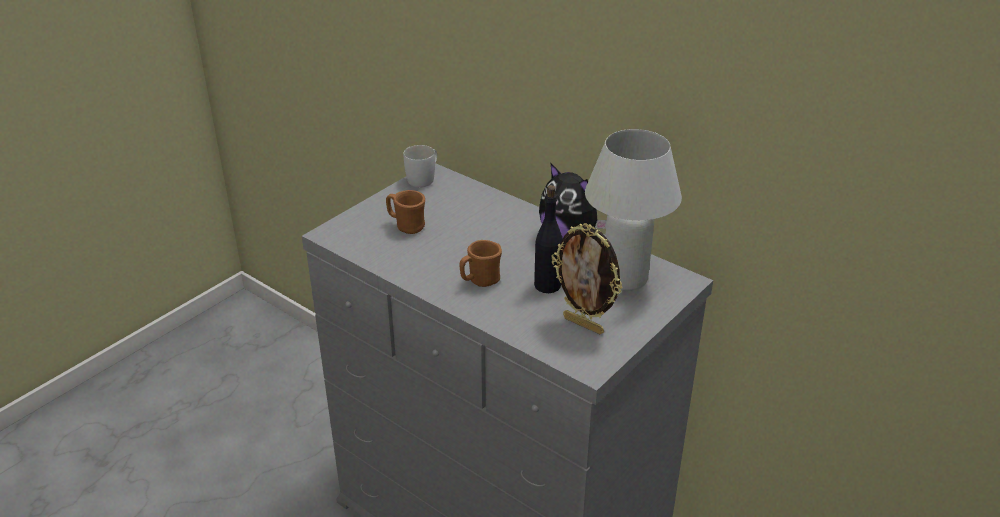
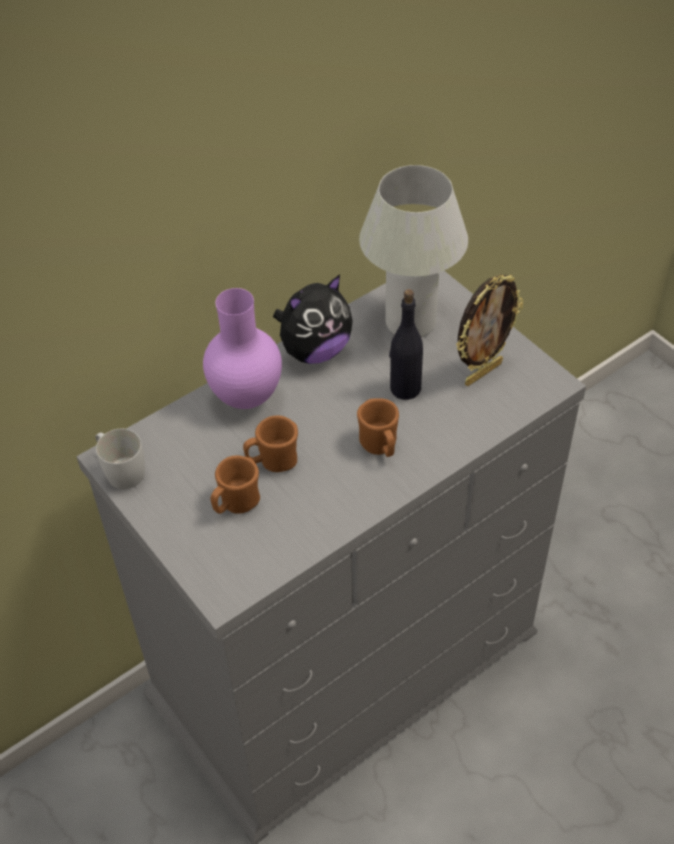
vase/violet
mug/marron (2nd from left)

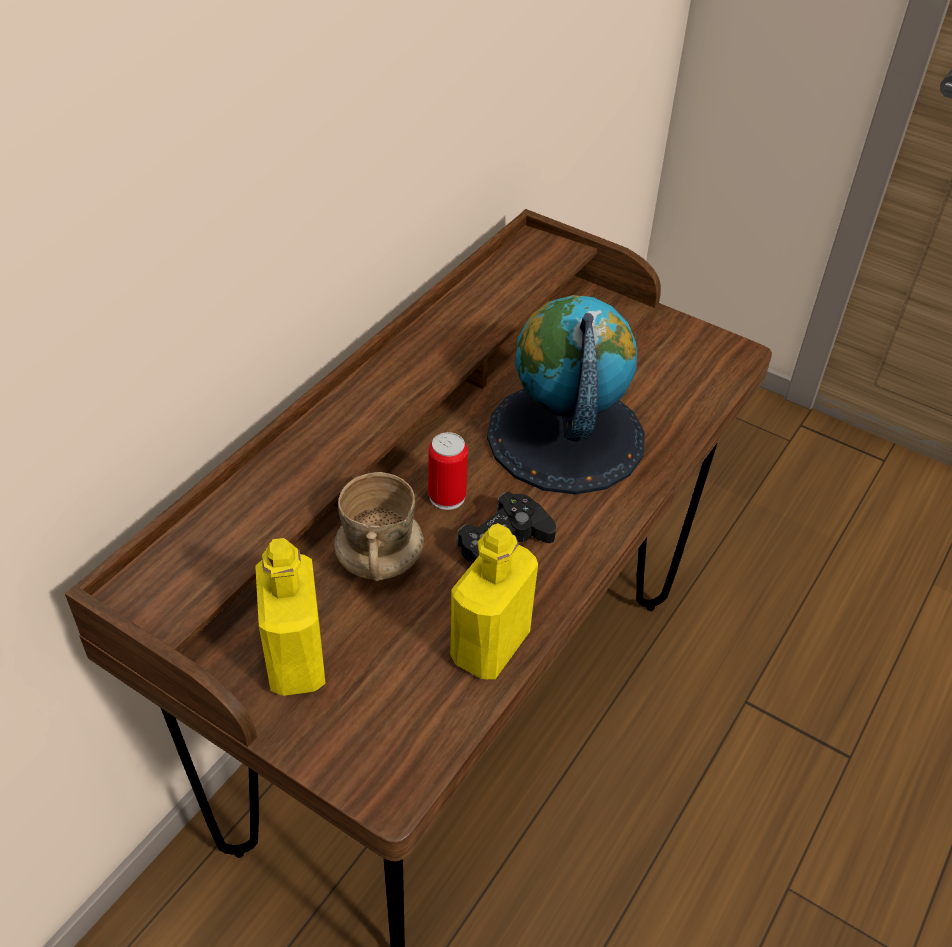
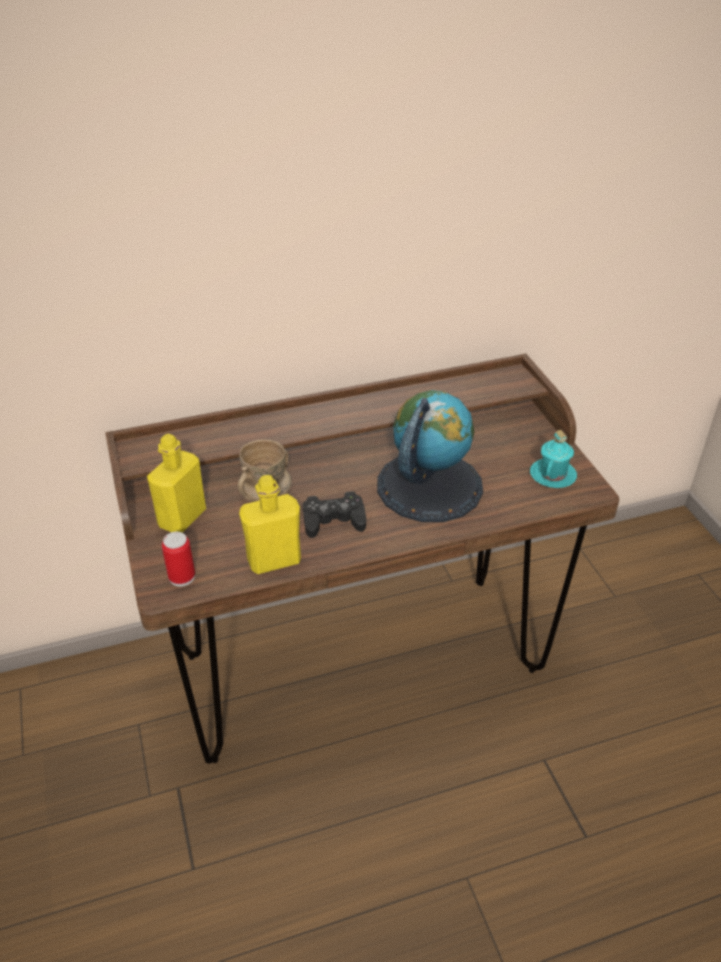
boîte métallique
mug/turquoise

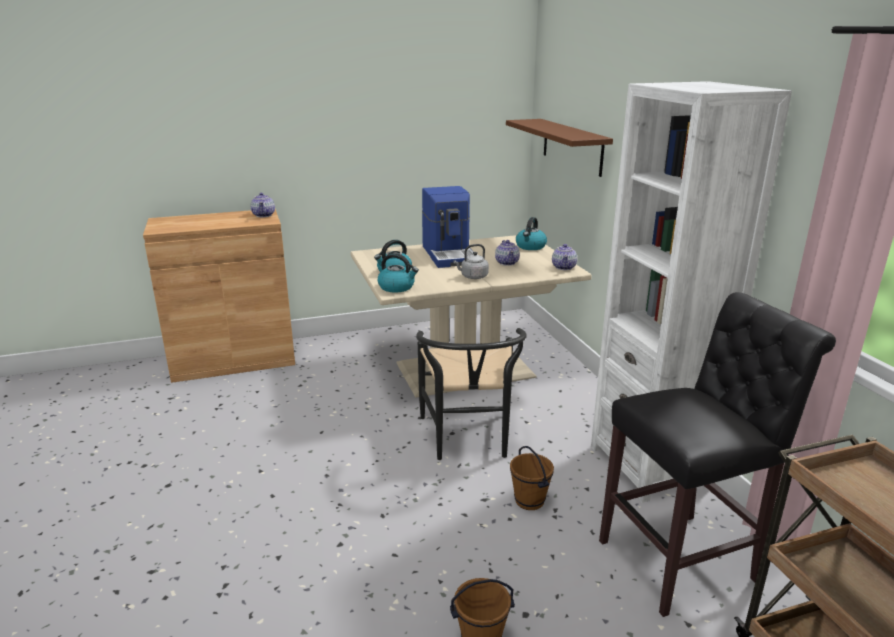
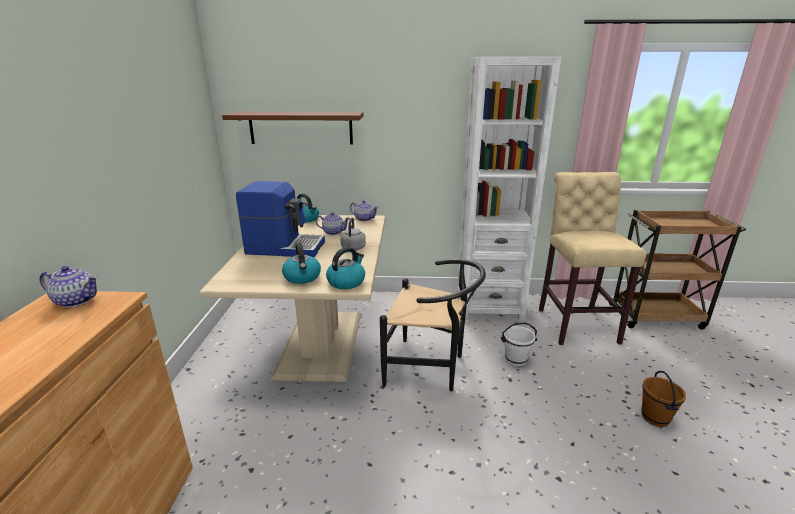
seau/blanc
tabouret/beige

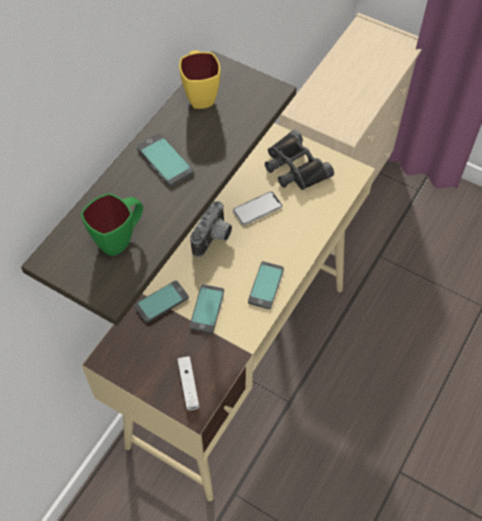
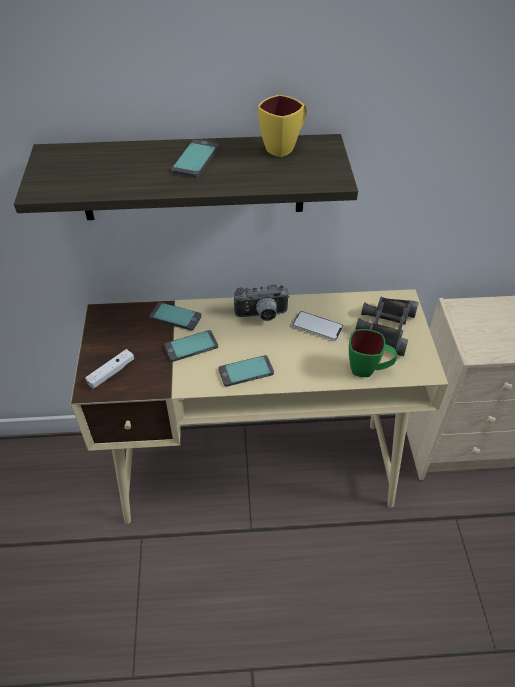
mug/vert

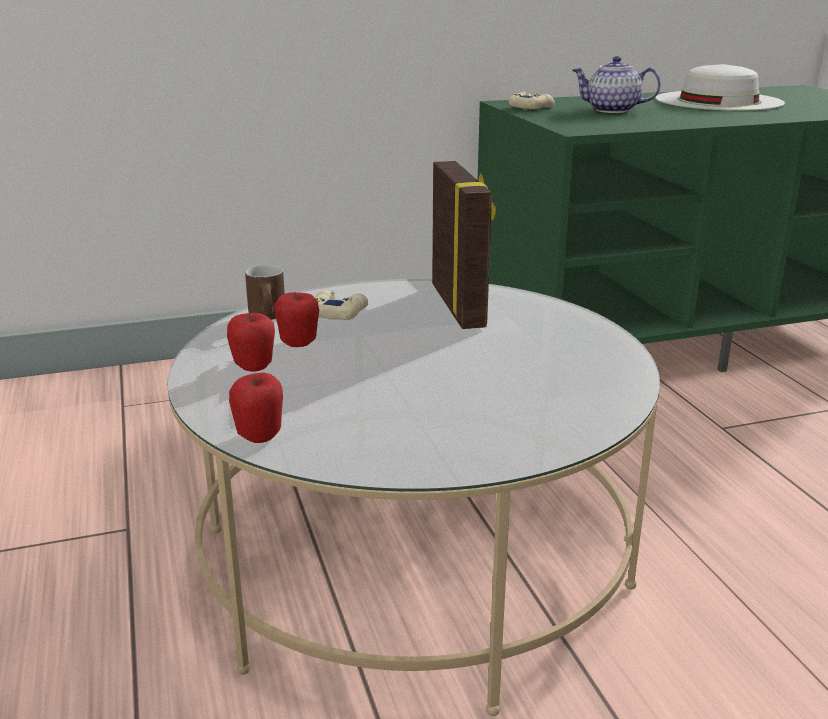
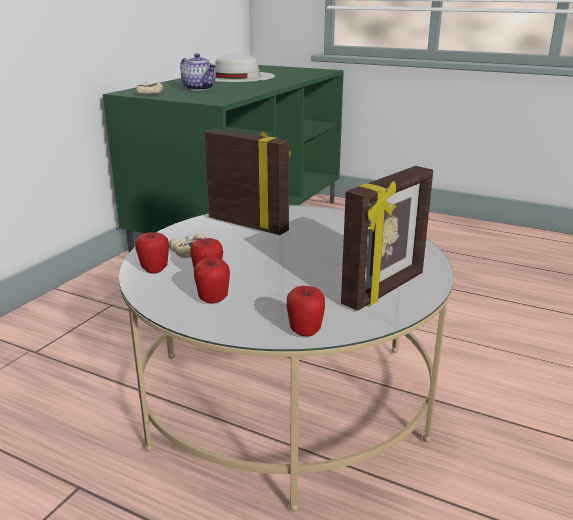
pomme (1st from left)
théière
cadre photo (2nd from left)

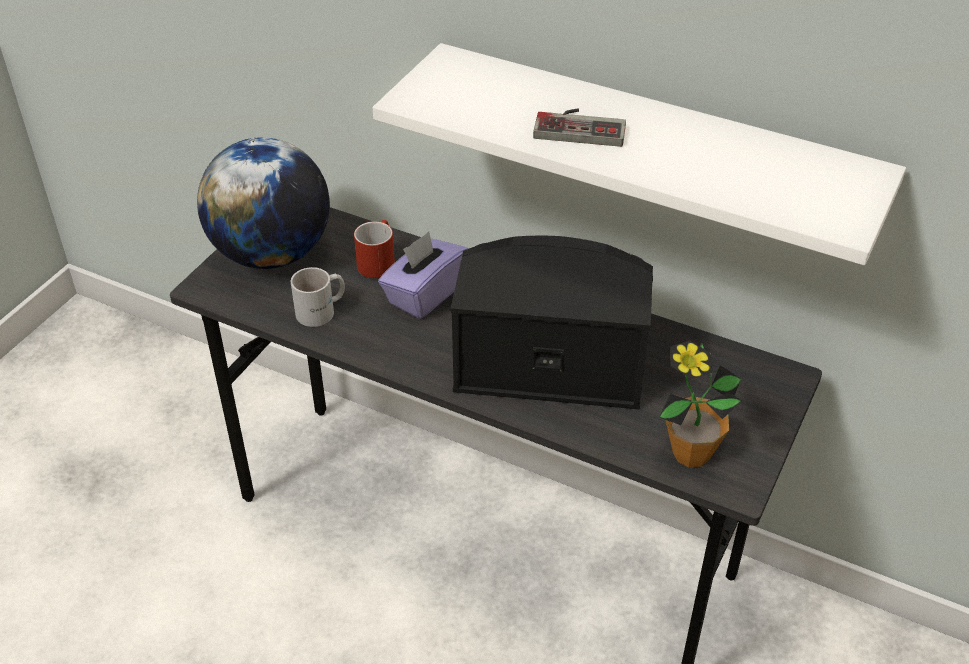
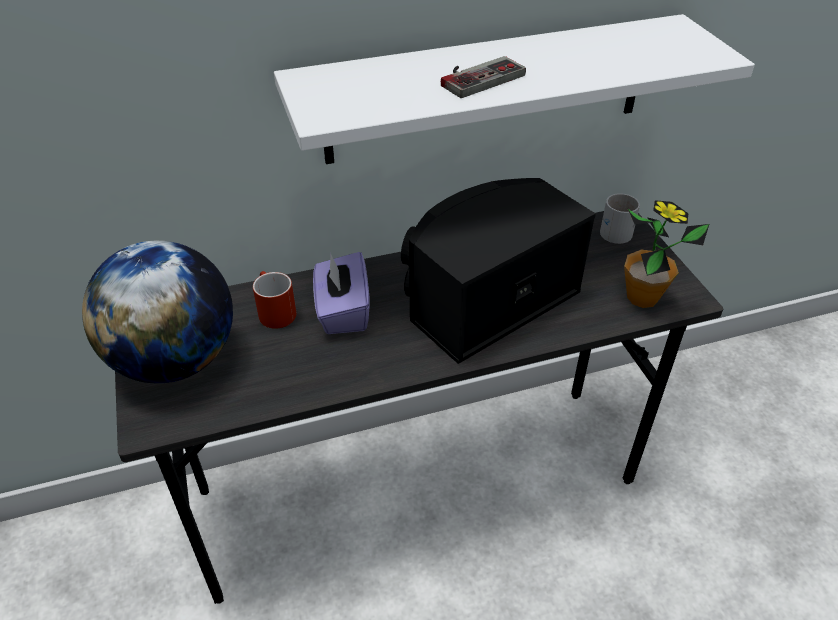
mug/blanc

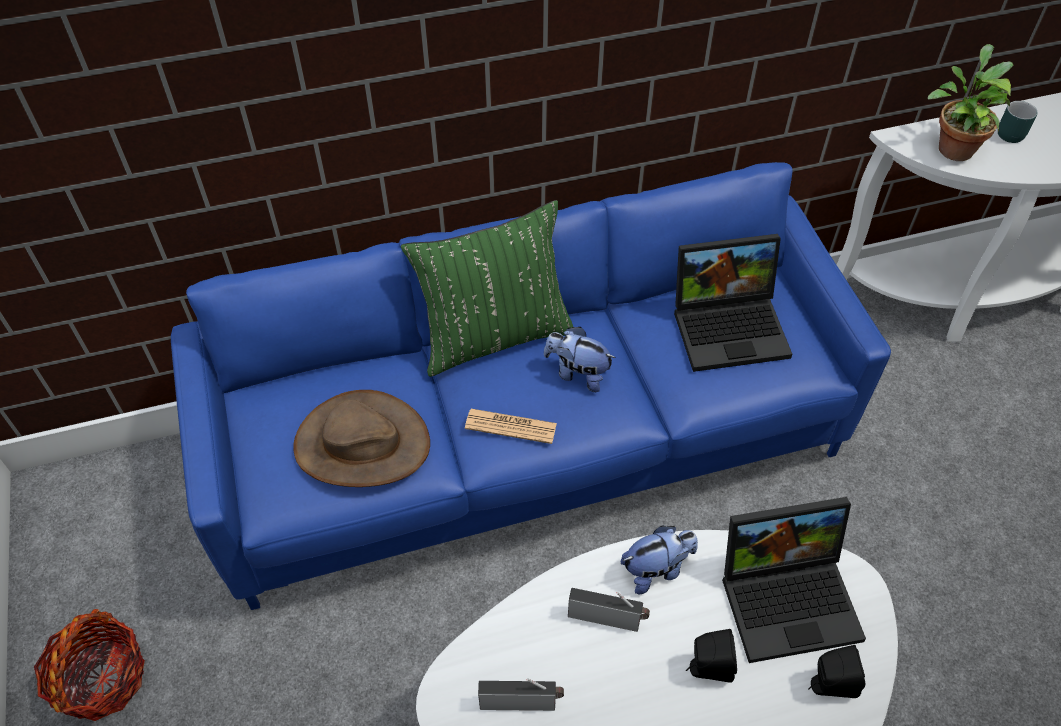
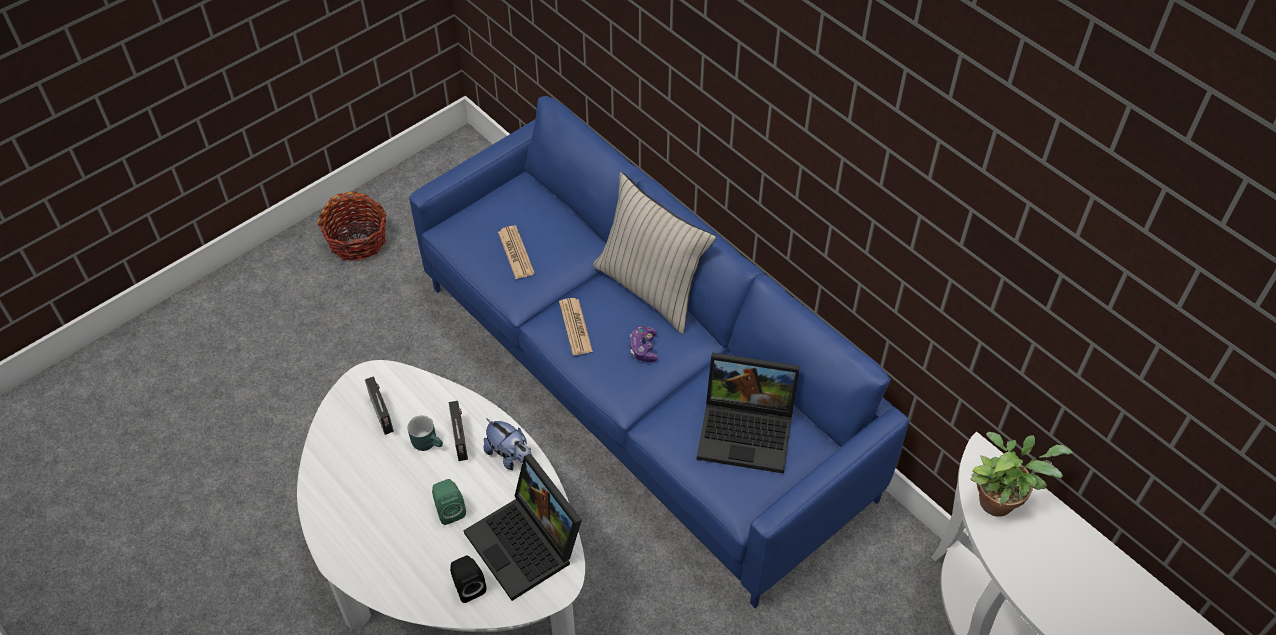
journal (1st from left)
coussin/beige
manette
ordinateur portable (2nd from left)
enceinte/vert
mug/turquoise

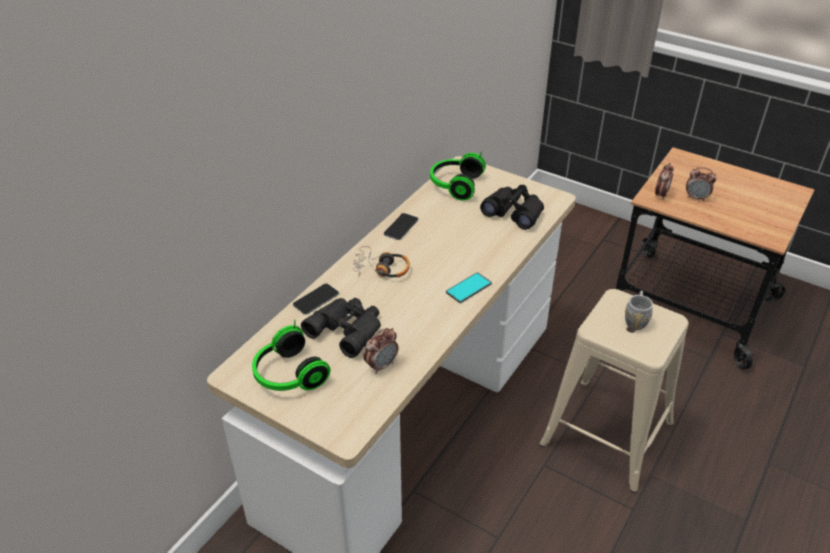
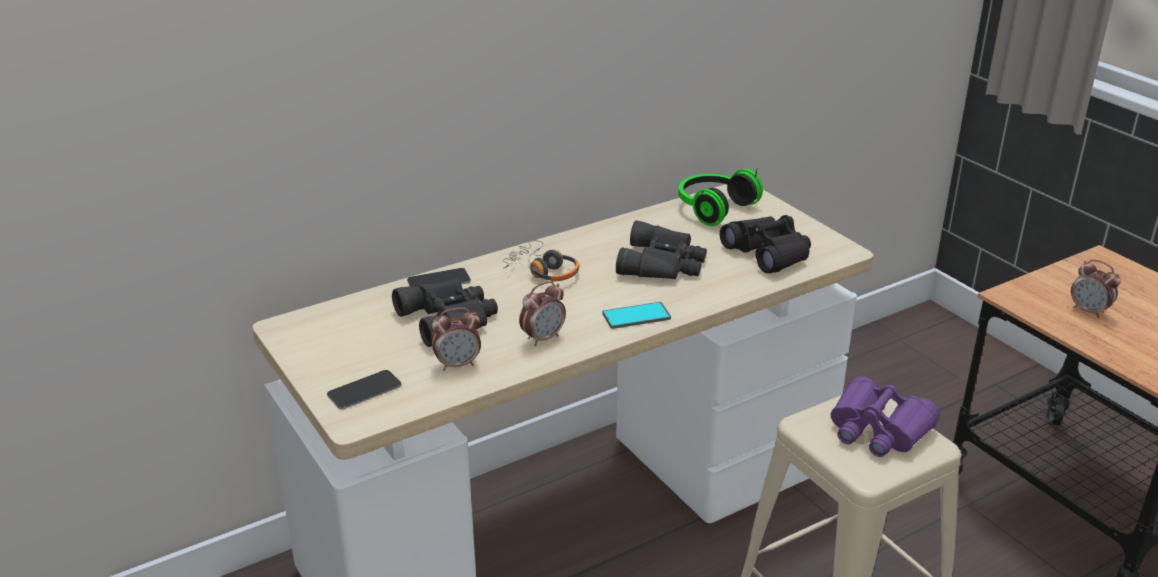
casque audio (1st from left in the first image)
téléphone (1st from left)
jumelles/violet
réveil (2nd from left)
jumelles/noir (2nd from left)

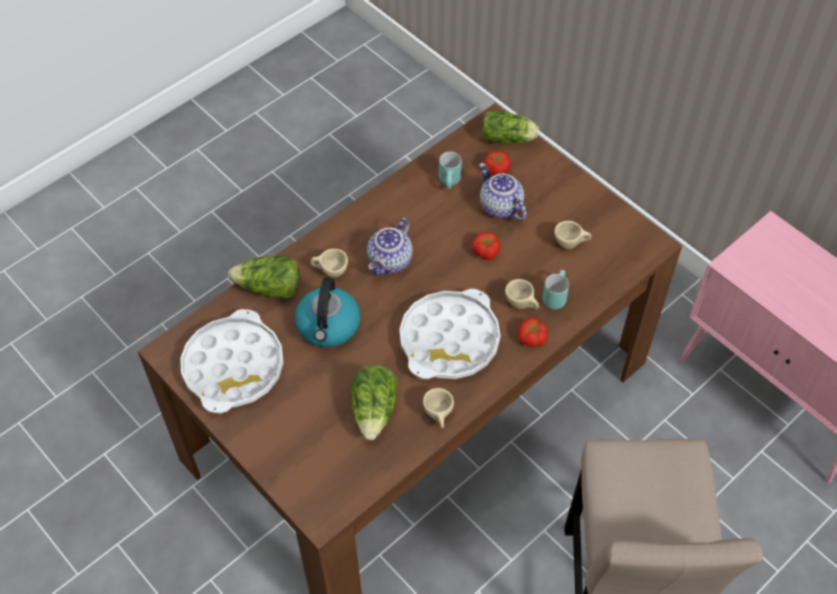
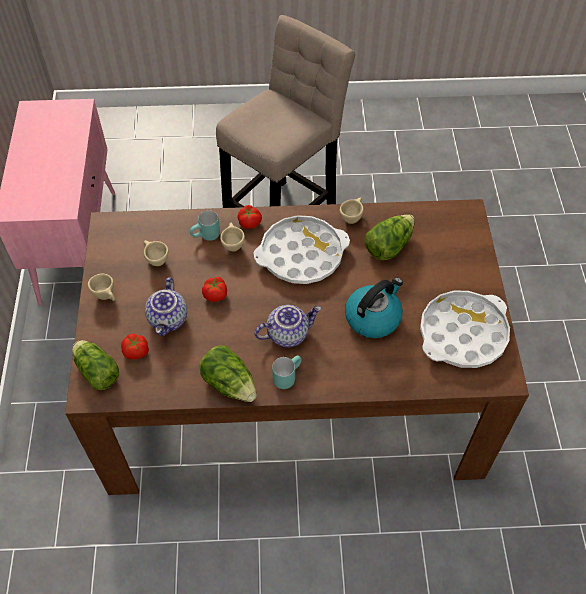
laitue (2nd from left)
tasse/beige (1st from left)
mug/turquoise (2nd from left)

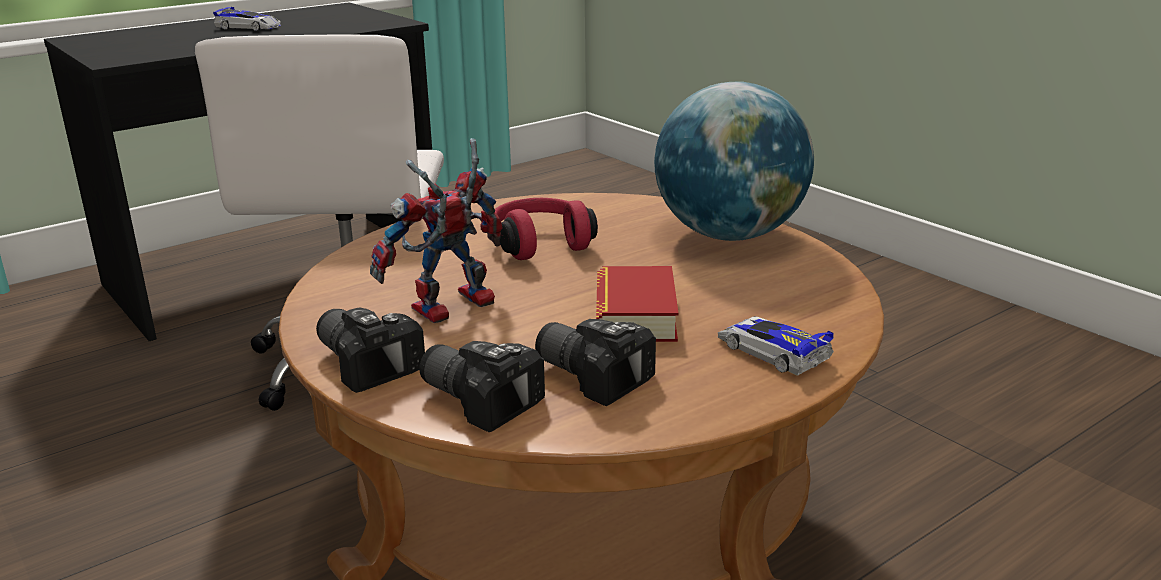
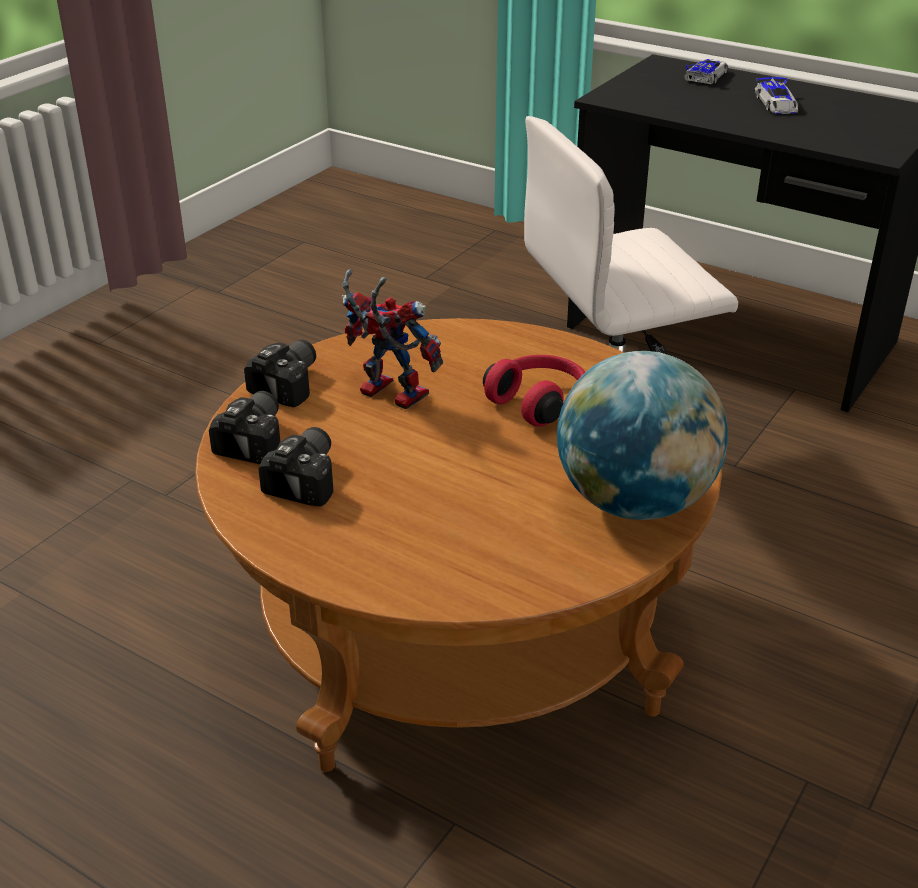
livre
petite voiture (1st from left)

